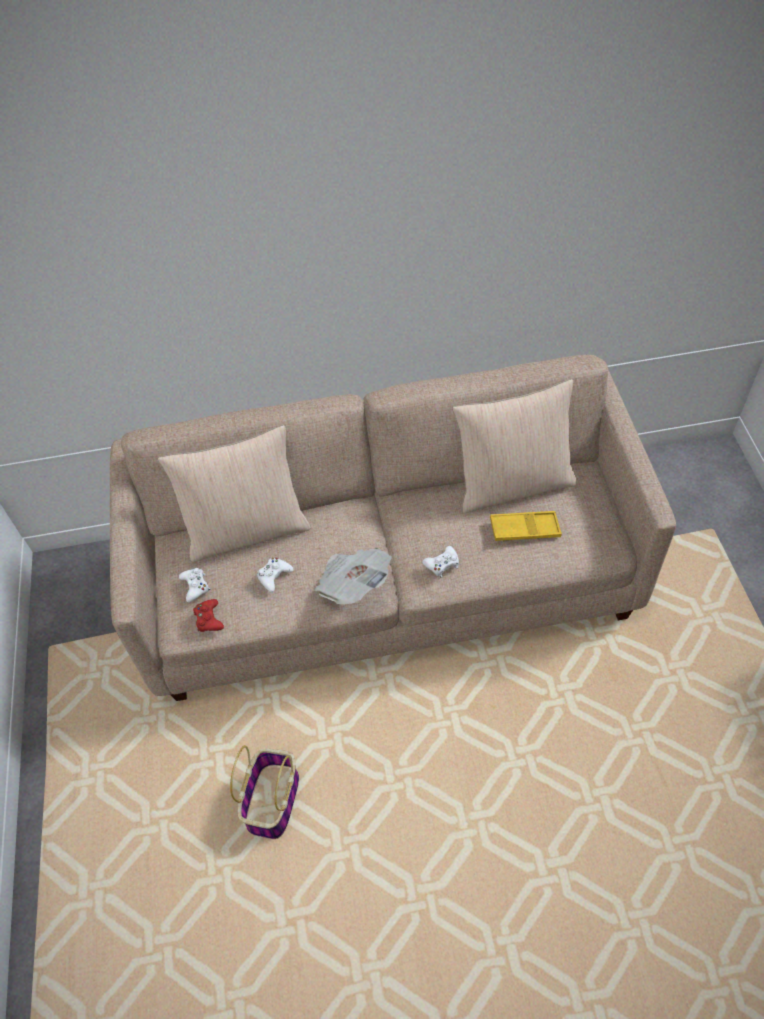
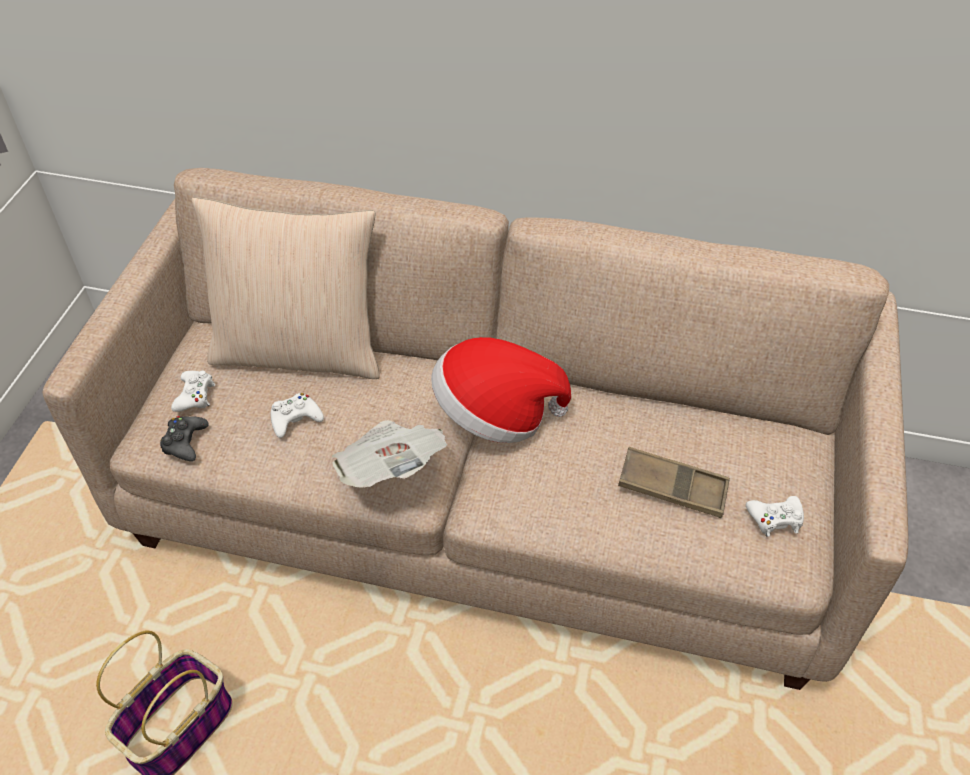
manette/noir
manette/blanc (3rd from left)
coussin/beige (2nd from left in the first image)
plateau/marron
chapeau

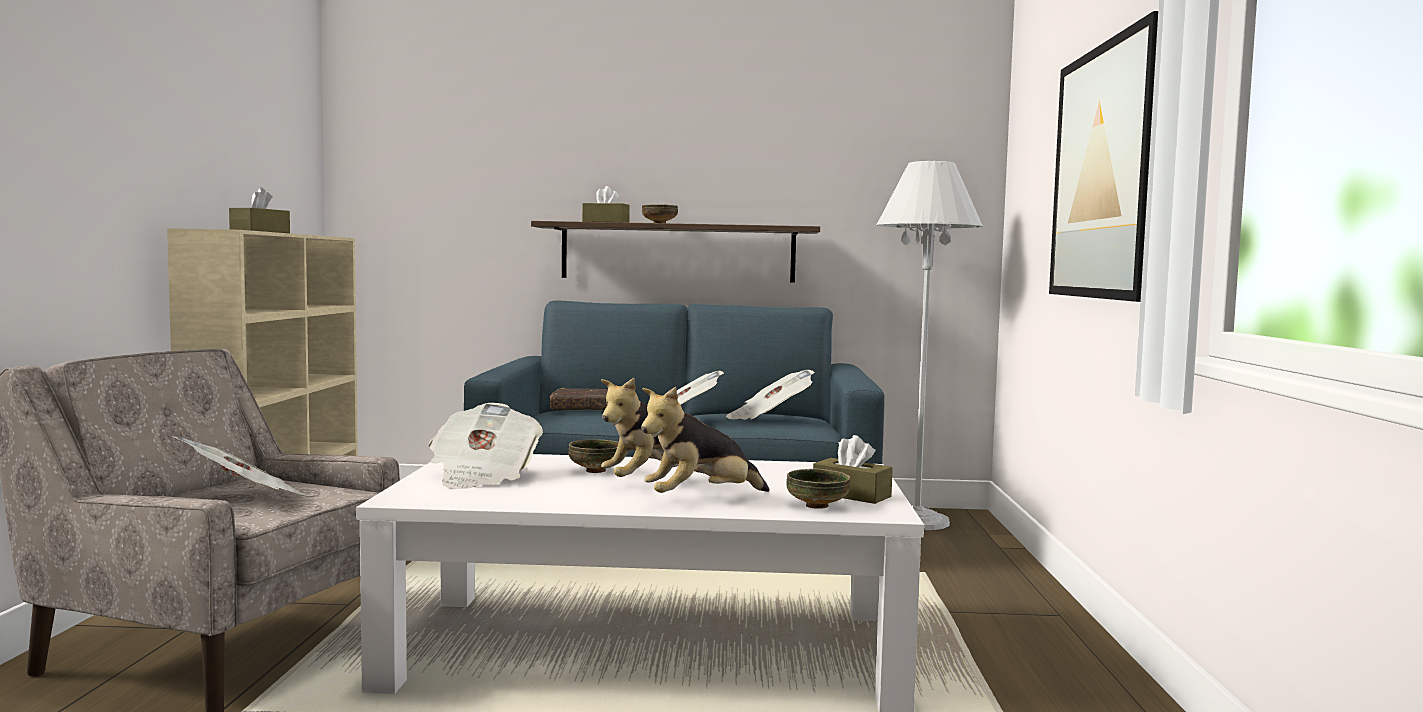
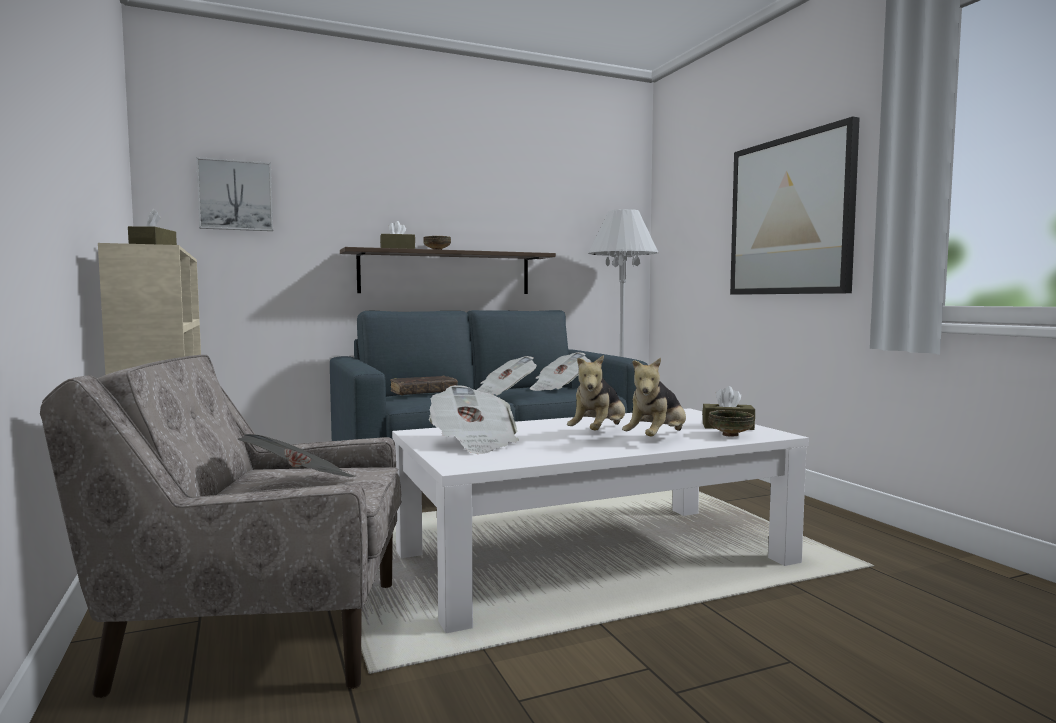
bol (1st from left in the first image)
tableau (1st from left)

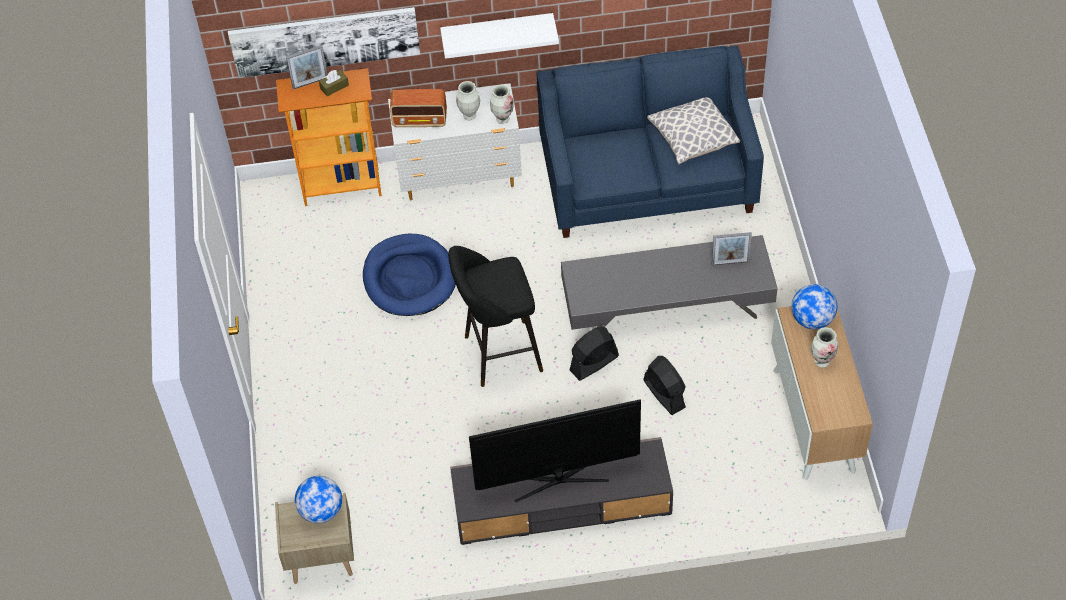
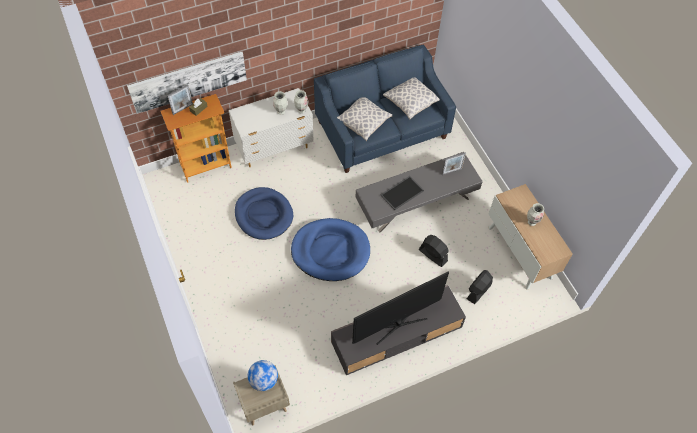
radio
étagère/blanc
panier pour chien/bleu (2nd from left)
ventilateur/noir (2nd from left)
globe (2nd from left in the first image)
coussin (1st from left)
plateau

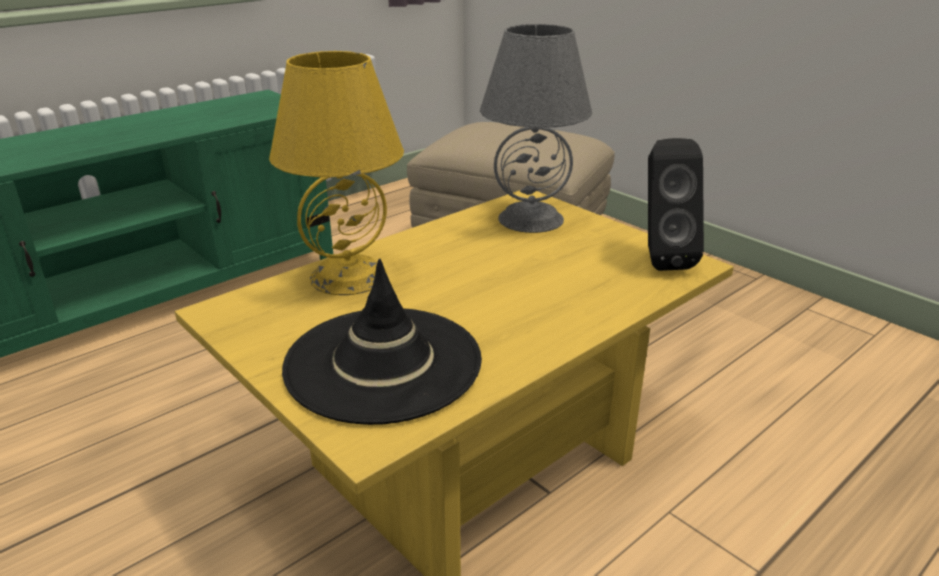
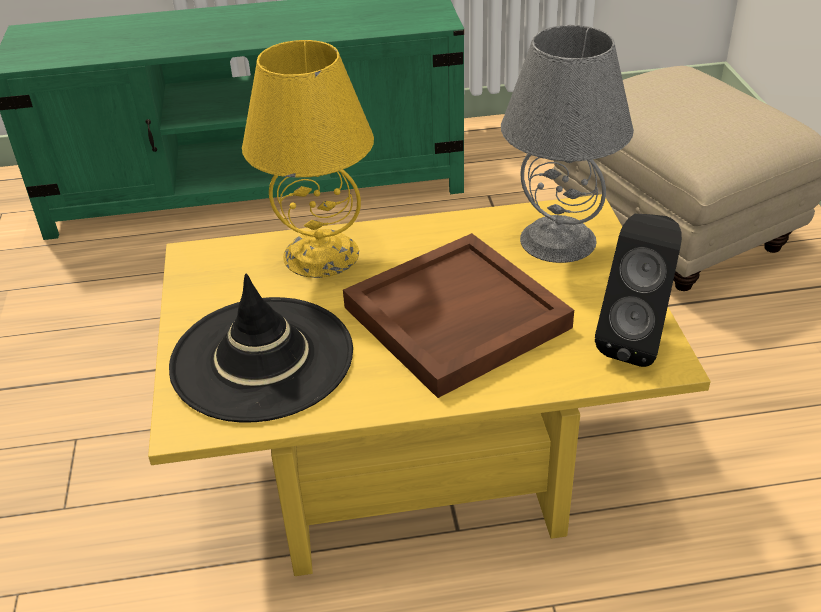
plateau/marron

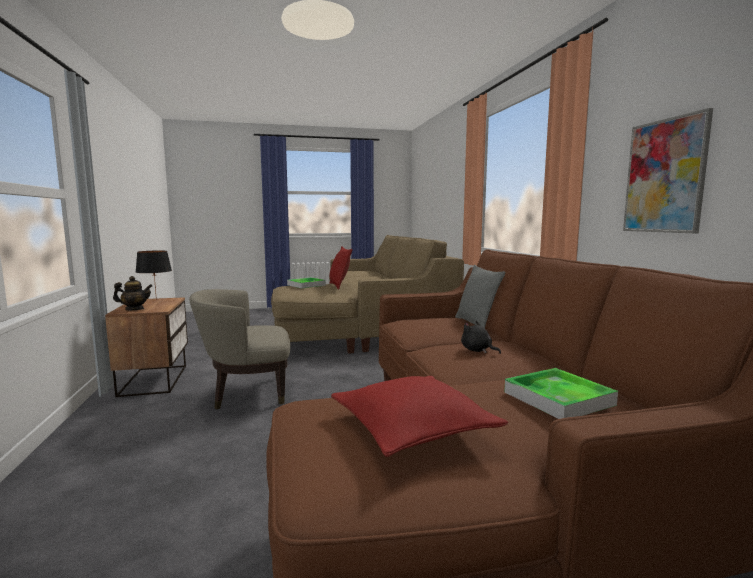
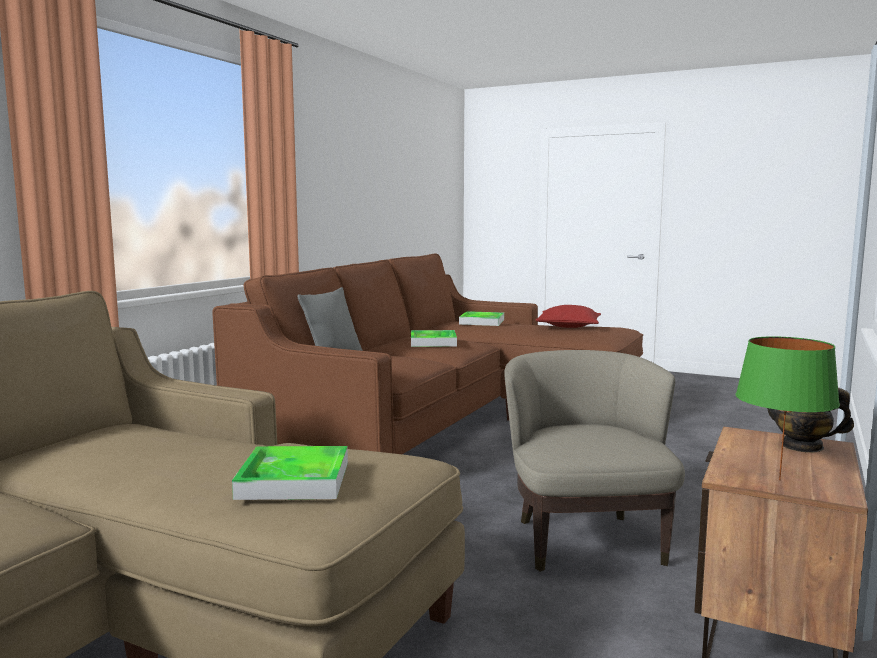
lampe de table/vert
fauteuil/beige
coussin/rouge (1st from left in the first image)
plateau (2nd from left)
tableau

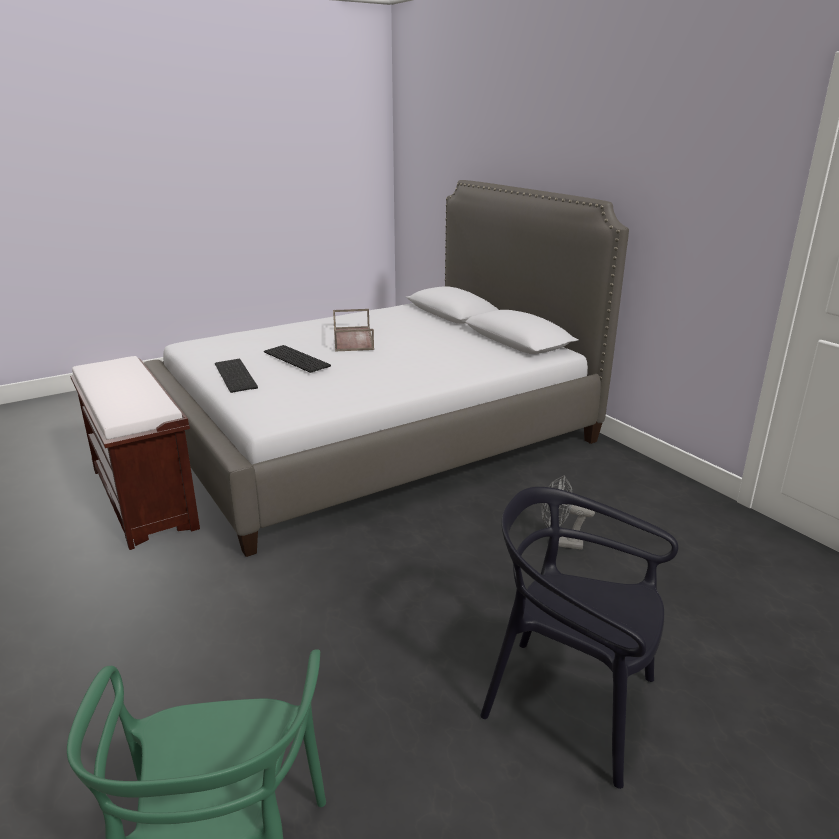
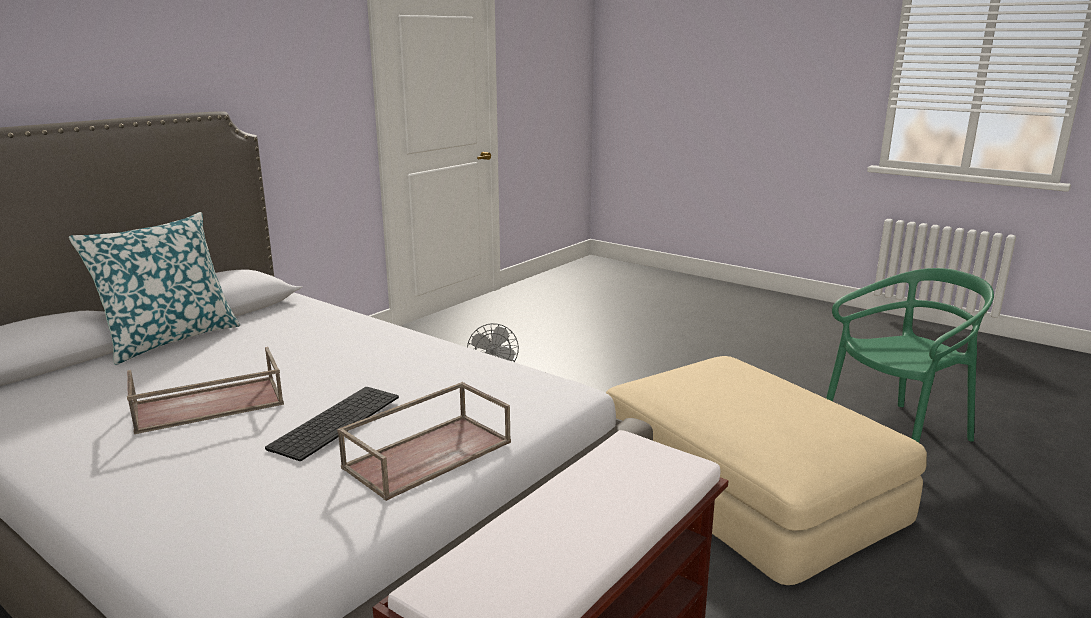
plateau/marron (2nd from left)
chaise/noir
coussin
pouf/beige

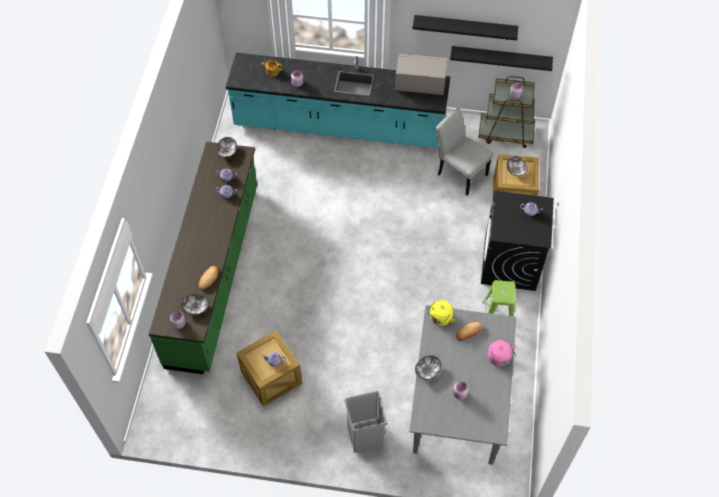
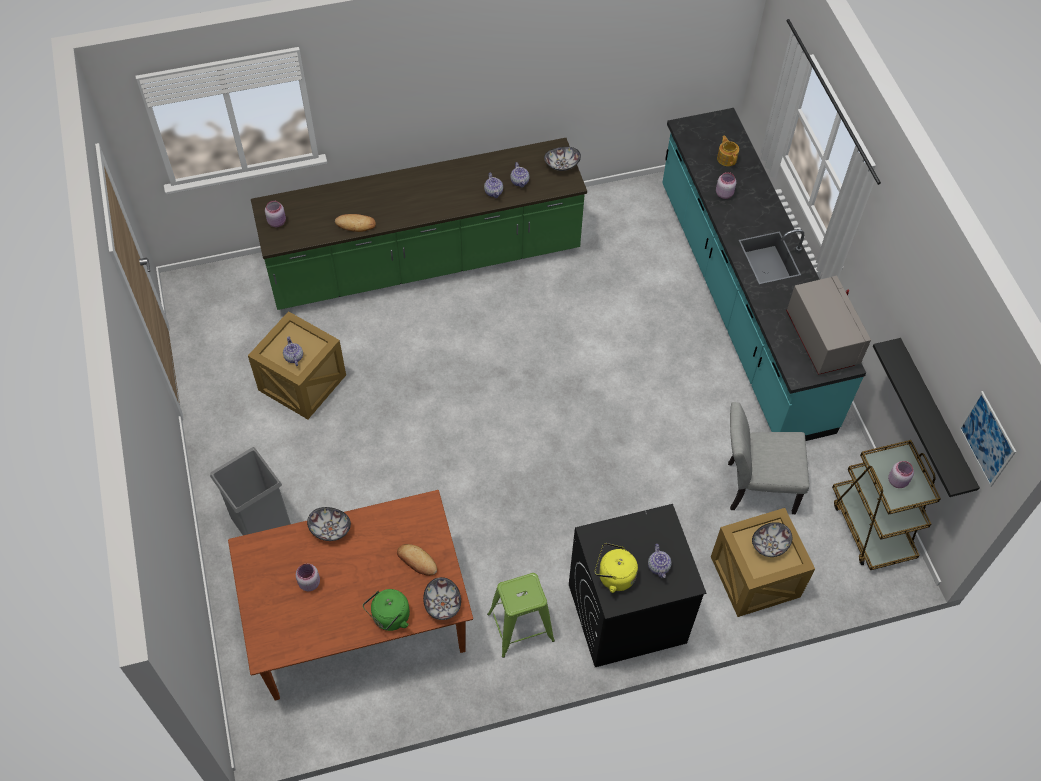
bol (2nd from left)
table à manger/marron
étagère/noir (1st from left in the first image)
bouilloire/jaune
chaise/gris
bouilloire/vert
tableau

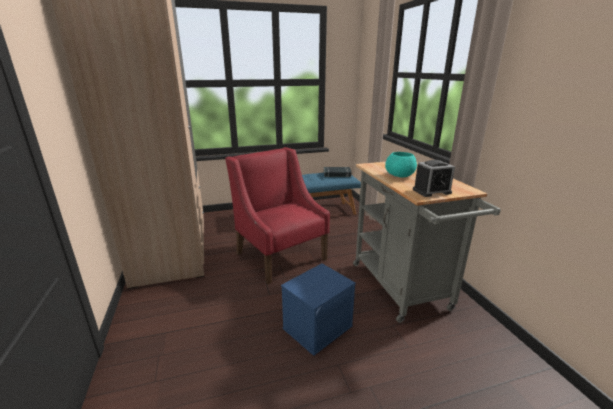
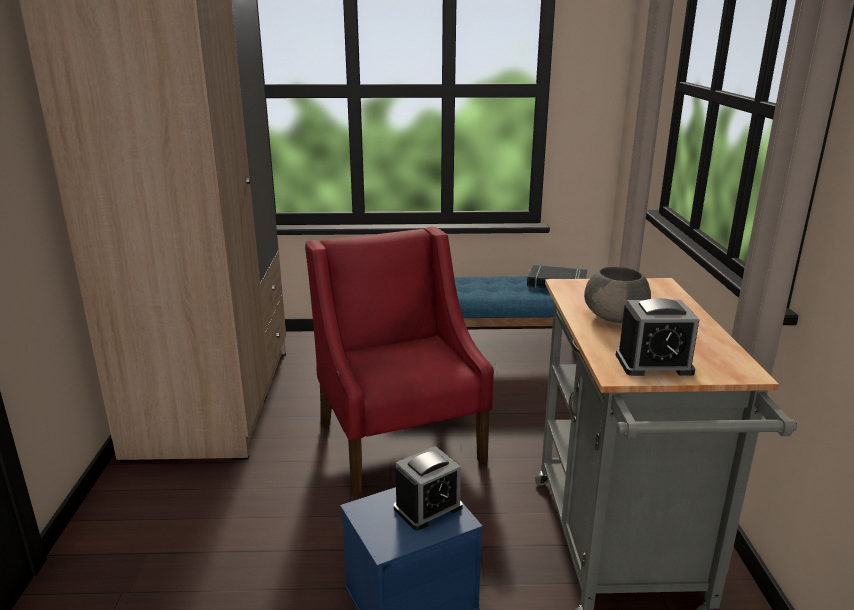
bol/gris
réveil (1st from left)

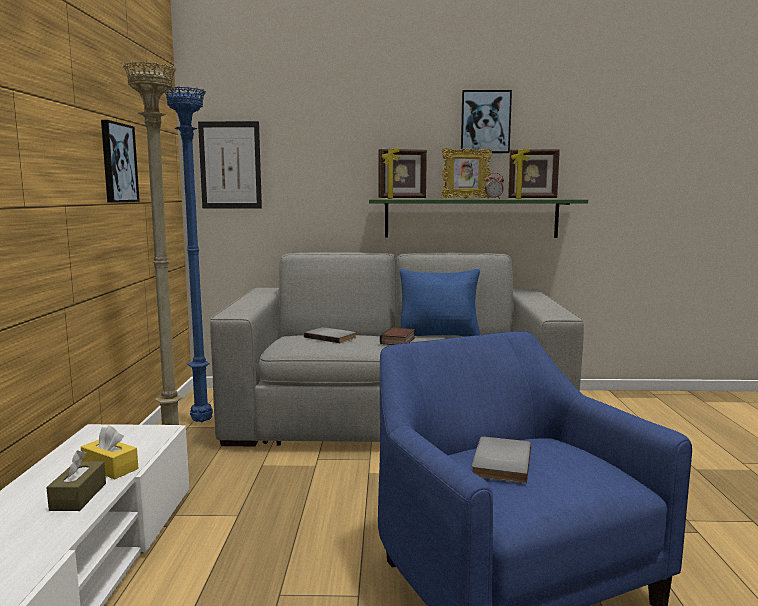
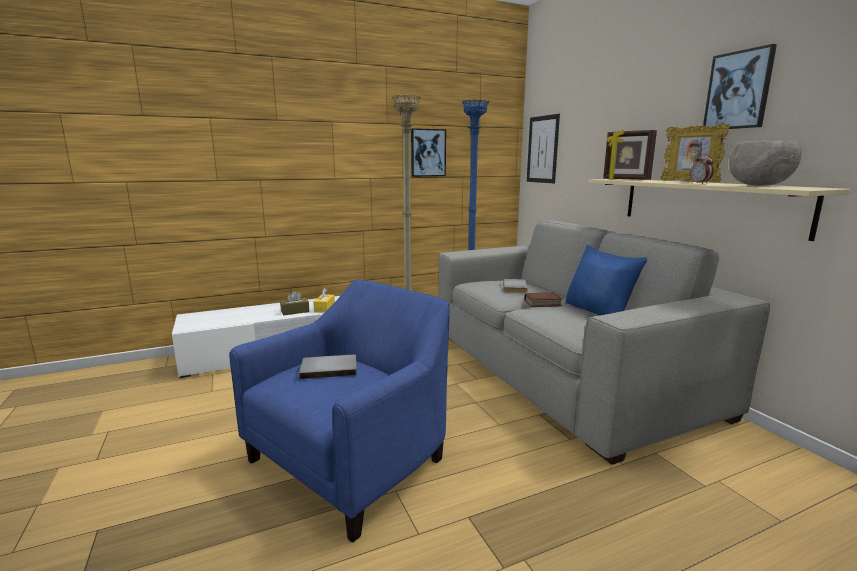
étagère/beige
bol/gris

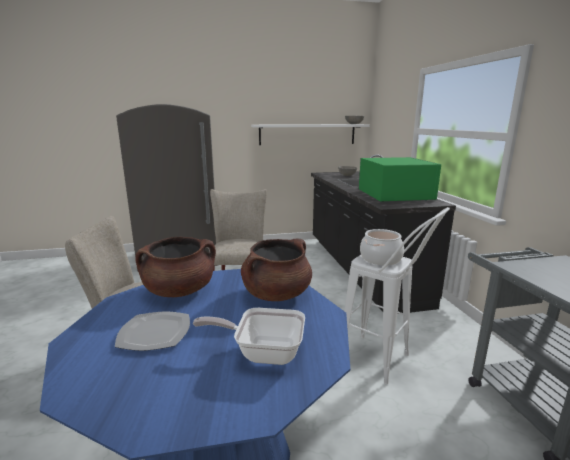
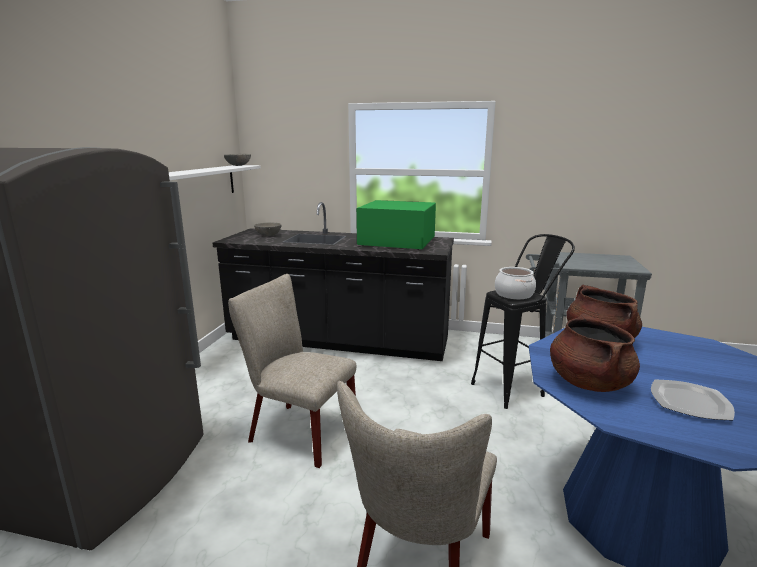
poêle
tabouret/noir

